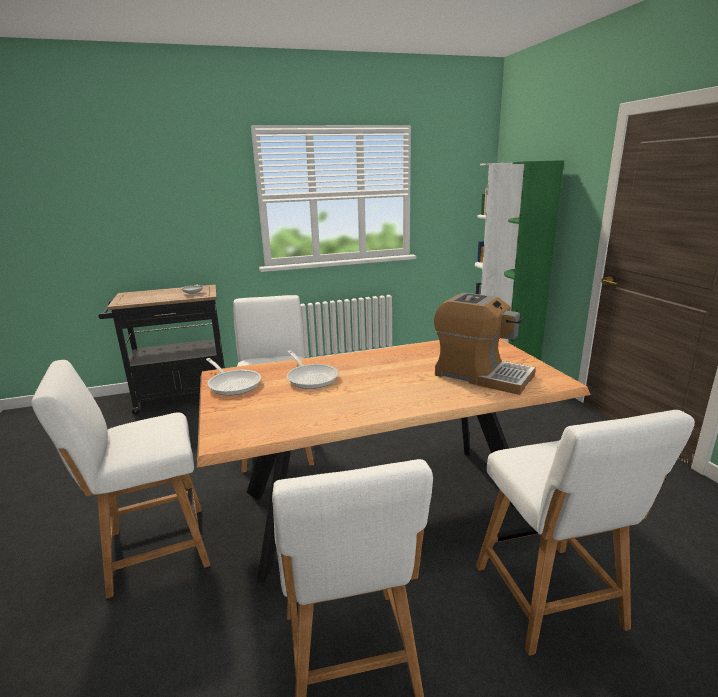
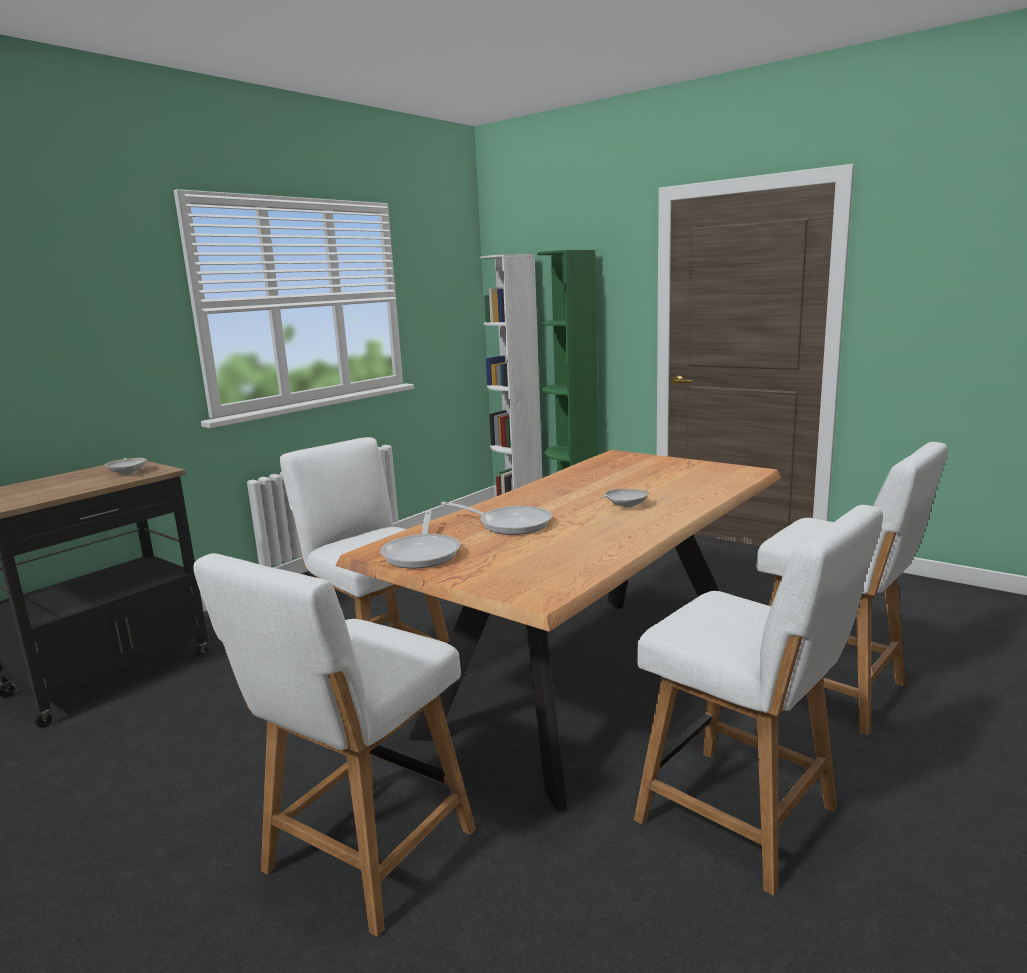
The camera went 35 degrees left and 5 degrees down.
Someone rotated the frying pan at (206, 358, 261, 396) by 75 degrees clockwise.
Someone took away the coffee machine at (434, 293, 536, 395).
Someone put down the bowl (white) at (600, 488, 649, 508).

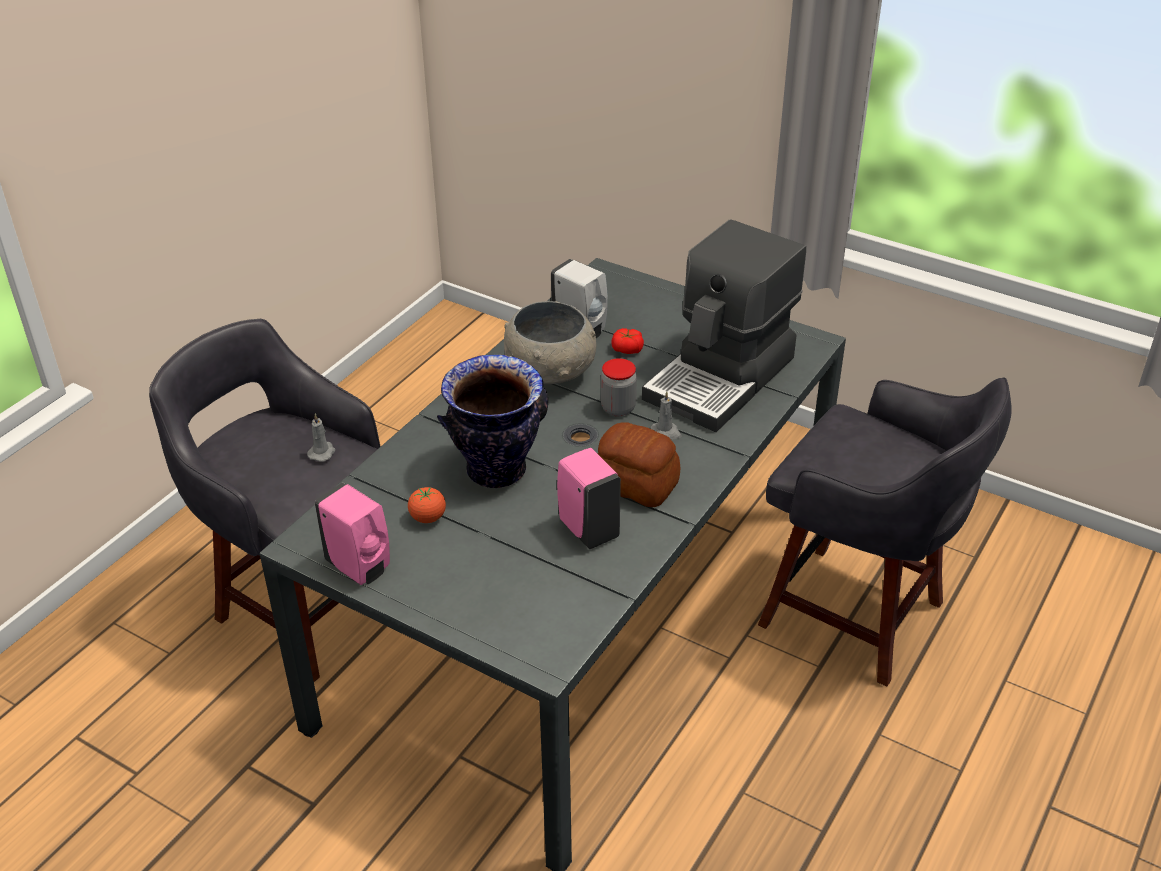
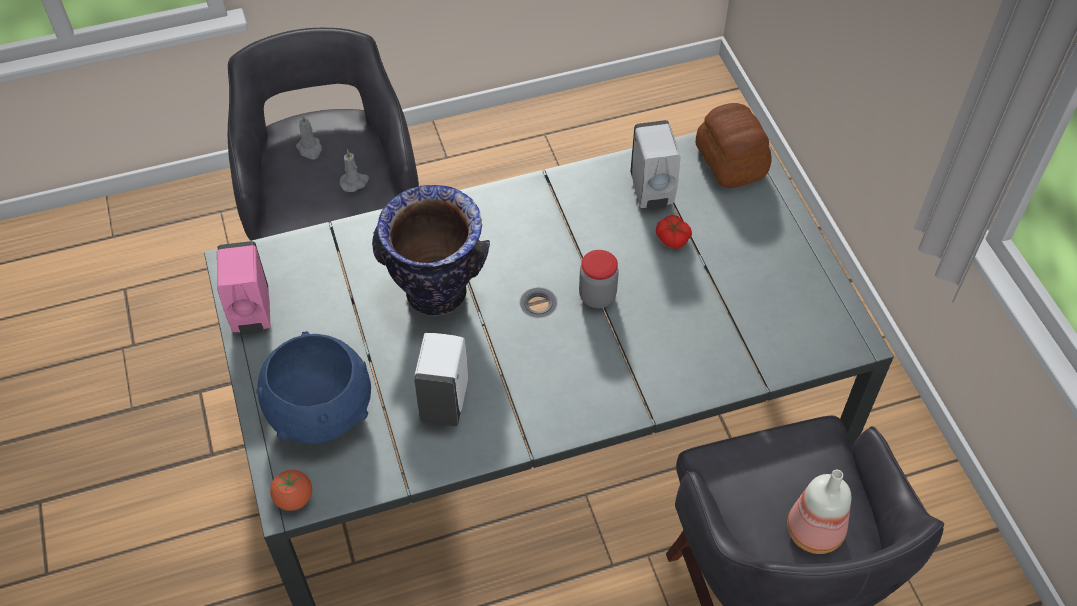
The camera went 40 degrees right and 15 degrees up.
Someone carried the tomato from (408, 487, 446, 523) to (270, 470, 312, 511).
Someone took away the bowl (grey) at (504, 301, 597, 384).
Someone repainted the soap dispenser (pink) at (557, 448, 621, 549), which became the soap dispenser (white) at (414, 333, 468, 426).
Someone carried the bread from (598, 422, 681, 507) to (695, 103, 772, 188).
Someone took away the coffee machine at (642, 219, 806, 432).
Someone carried the candle (grey) from (650, 391, 681, 440) to (296, 114, 322, 160).
Someone put down the bowl (blue) at (256, 331, 371, 444).
Someone put down the bottle at (787, 470, 851, 554).

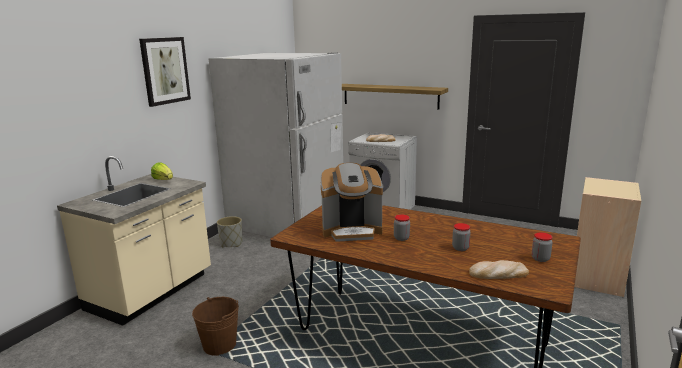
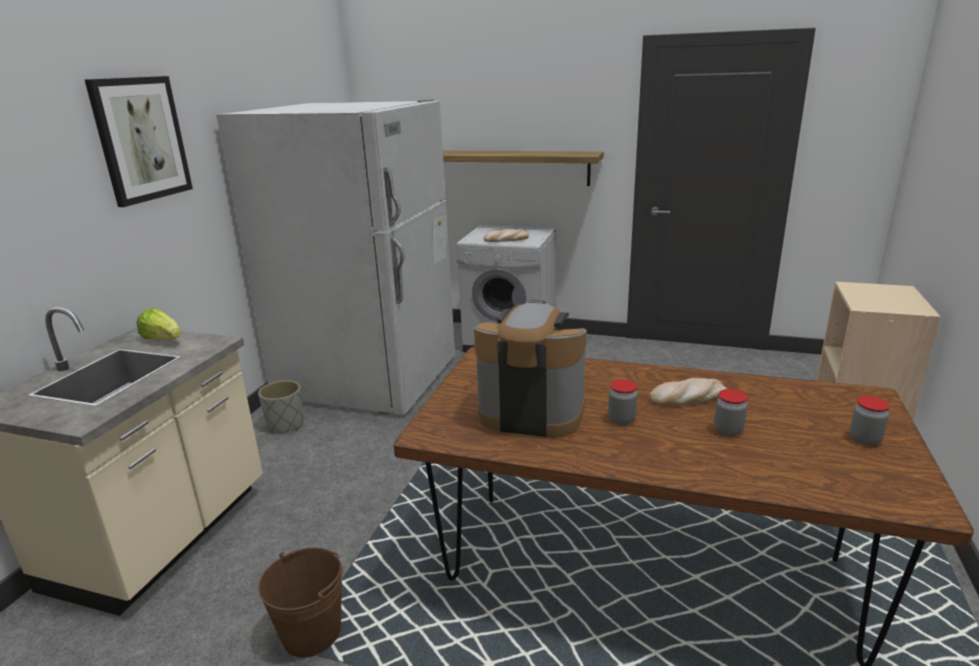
The camera went 10 degrees left and 5 degrees up.
Someone rotated the coffee machine at (321, 163, 383, 242) by 150 degrees counterclockwise.
Someone carried the bread from (469, 260, 529, 279) to (649, 378, 727, 406).

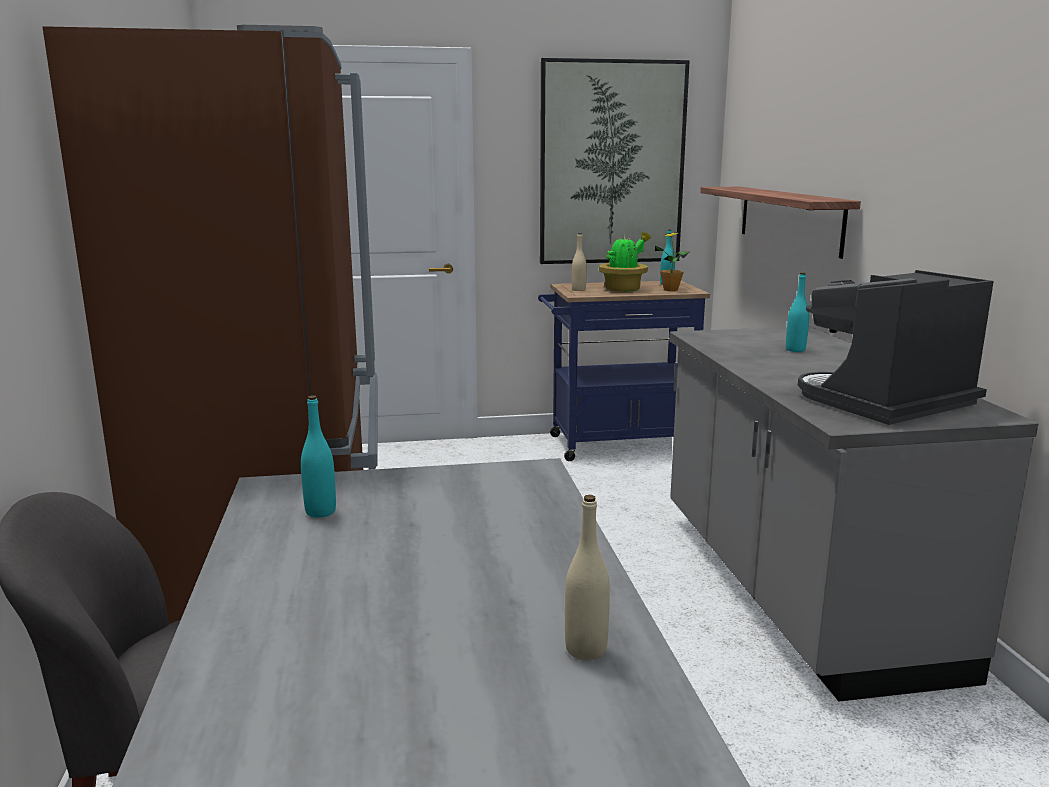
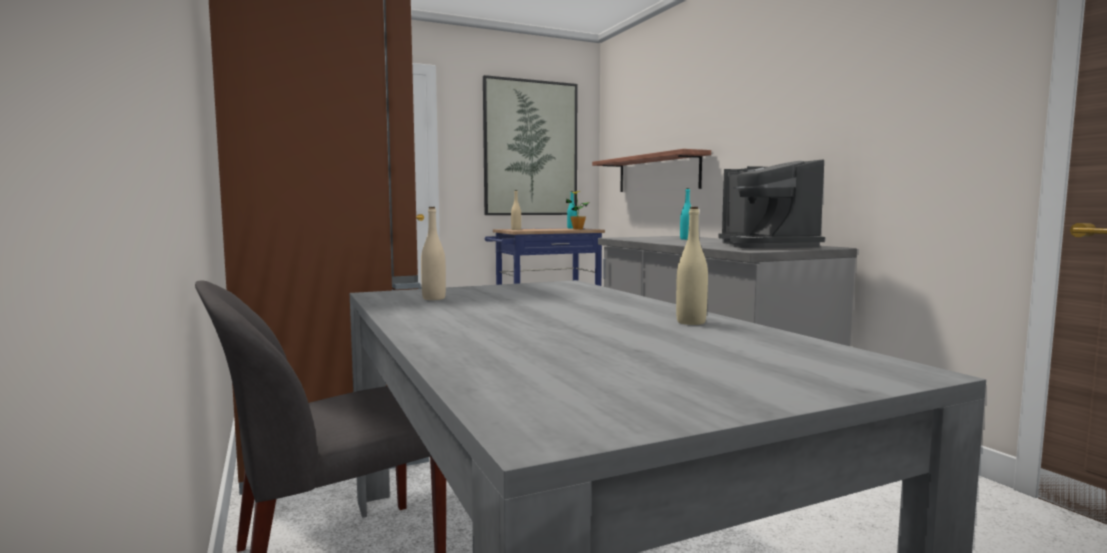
The camera went 15 degrees left and 10 degrees down.
Someone repainted the bottle (turquoise) at (301, 395, 336, 518), which became the bottle (beige) at (421, 207, 446, 300).
Someone took away the potted plant at (599, 232, 651, 292).
Someone rotated the coffee machine at (798, 270, 994, 425) by 60 degrees counterclockwise.

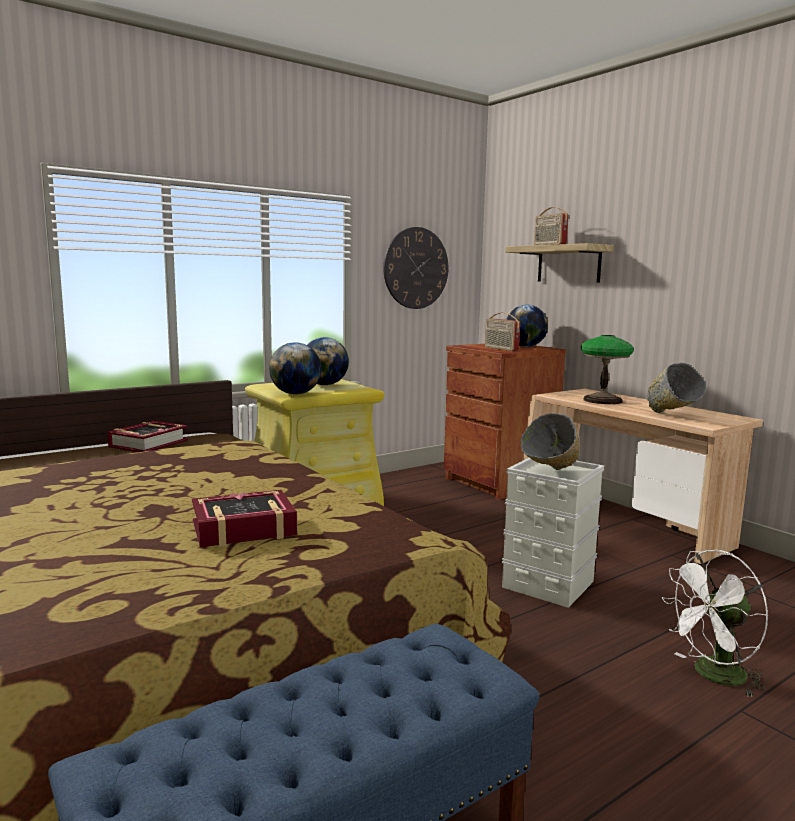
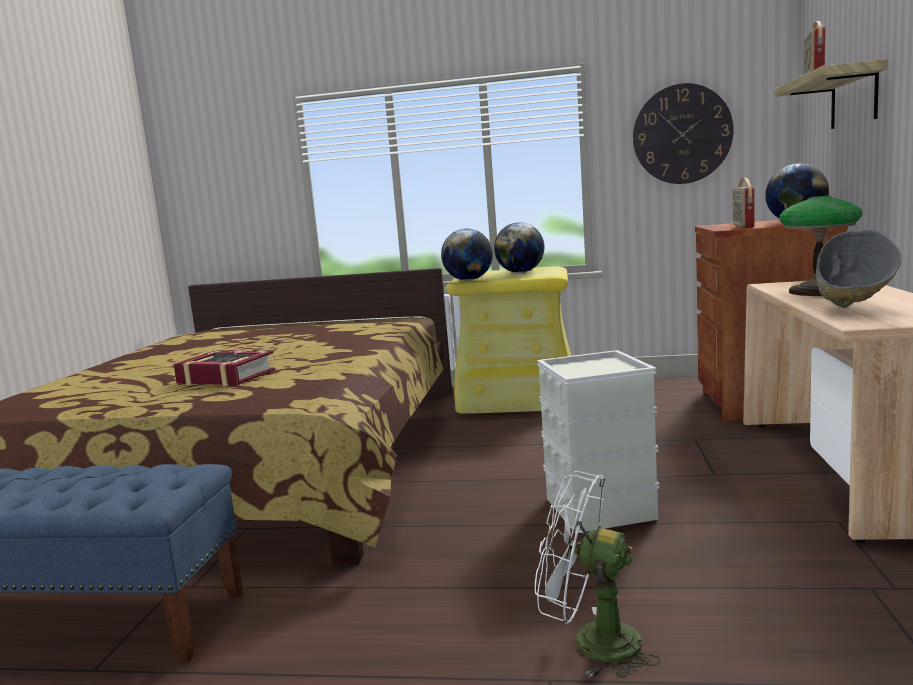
The camera went 45 degrees right and 0 degrees up.
Someone took away the book at (107, 421, 188, 452).
Someone took away the bowl (grey) at (521, 413, 580, 470).

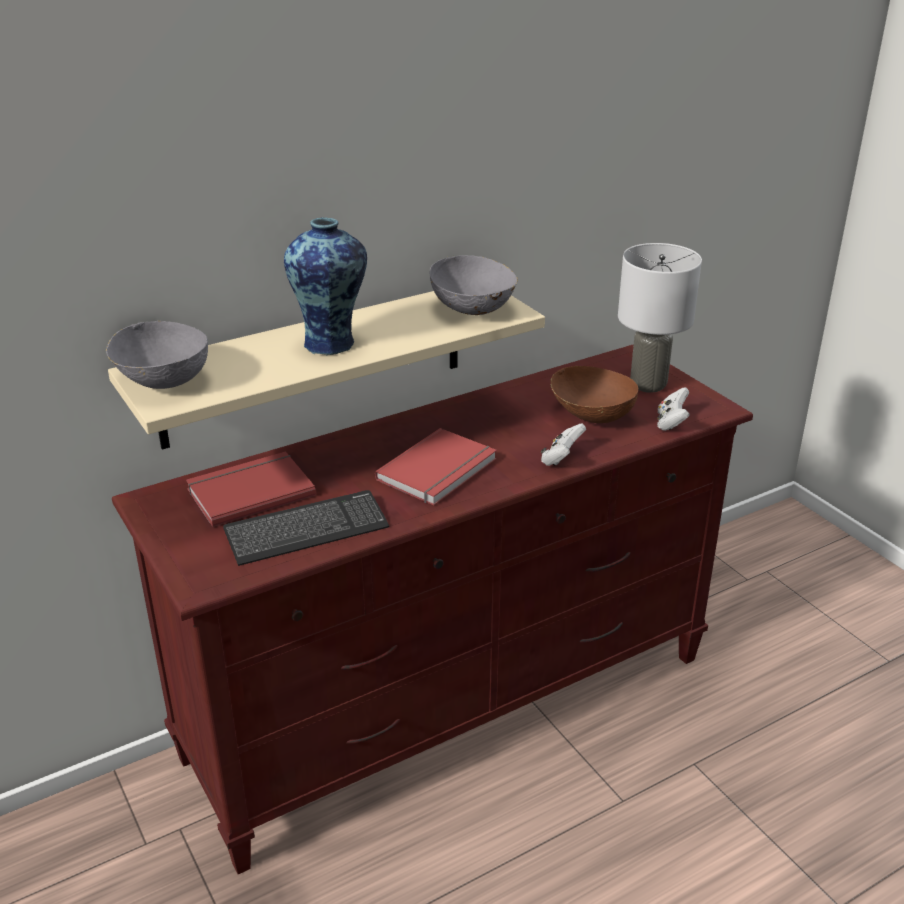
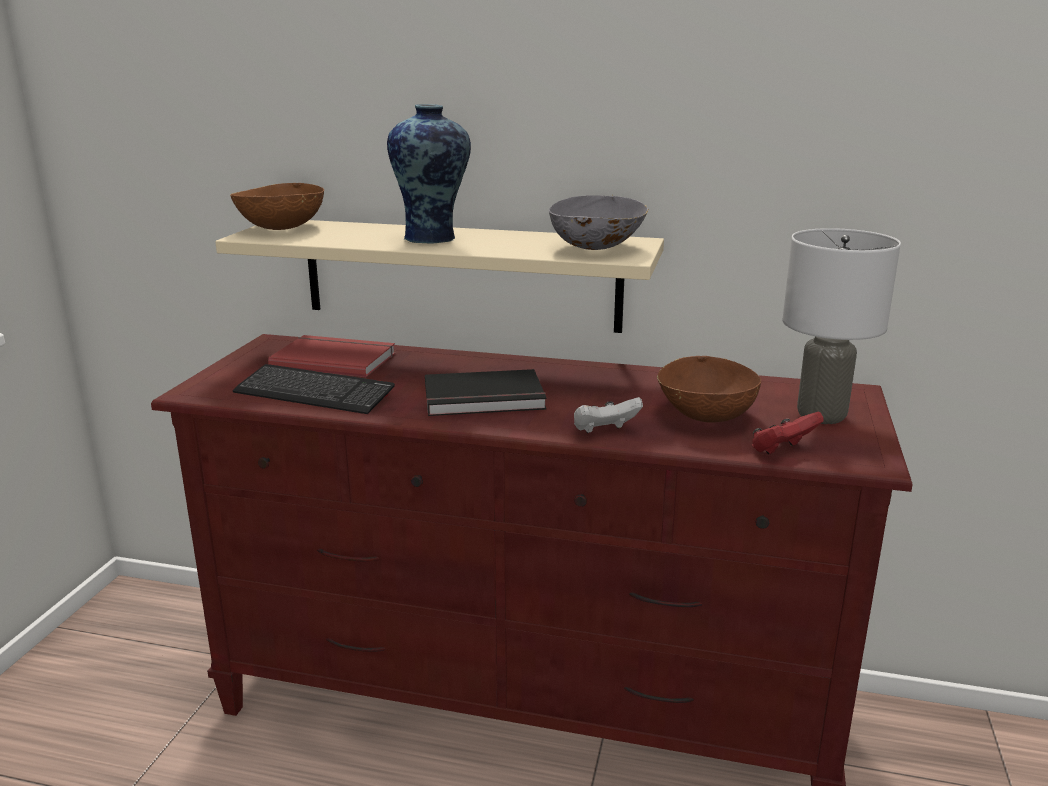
The camera went 45 degrees right and 10 degrees down.
Someone repainted the bowl (grey) at (106, 321, 208, 389), which became the bowl (brown) at (230, 183, 324, 230).
Someone repainted the book (red) at (375, 428, 497, 505), which became the book (black) at (425, 369, 547, 416).
Someone repainted the game controller (white) at (657, 387, 690, 431), which became the game controller (red) at (752, 412, 824, 454).

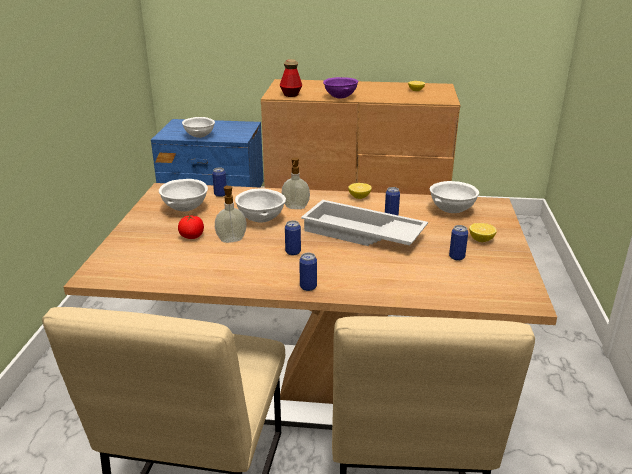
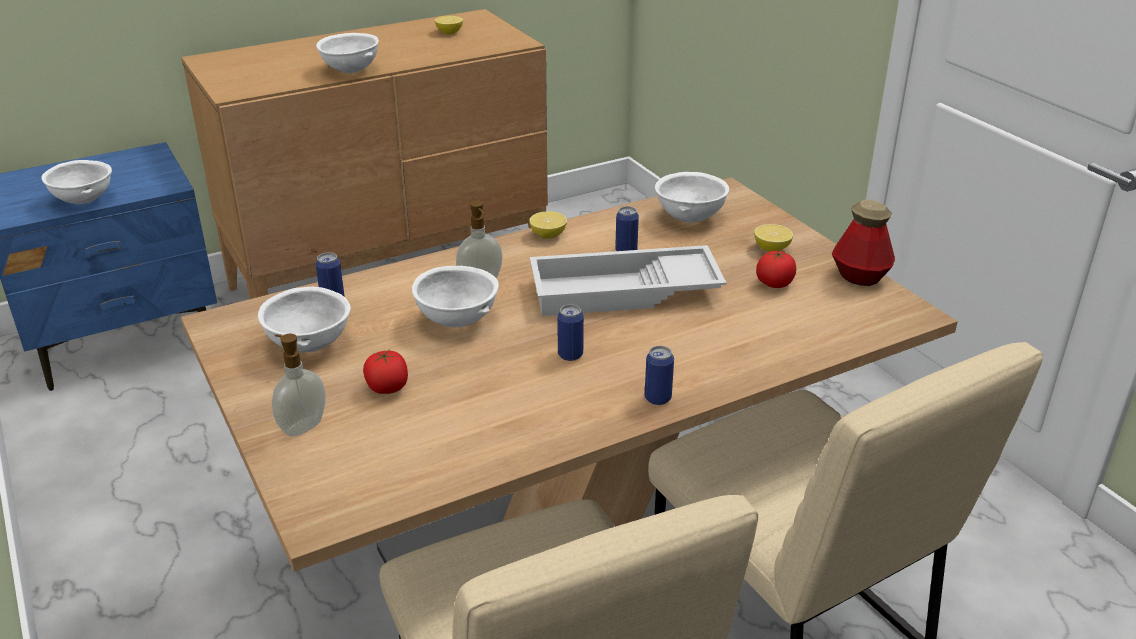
The camera went 35 degrees left and 5 degrees up.
Someone carried the soap dispenser from (215, 185, 247, 243) to (272, 334, 326, 437).
Someone carried the bottle from (280, 59, 302, 97) to (832, 200, 895, 286).
Someone repainted the bowl (purple) at (323, 77, 358, 99), which became the bowl (white) at (316, 33, 379, 73).
Someone swapped the can at (449, 225, 468, 260) for the tomato at (756, 250, 796, 288).

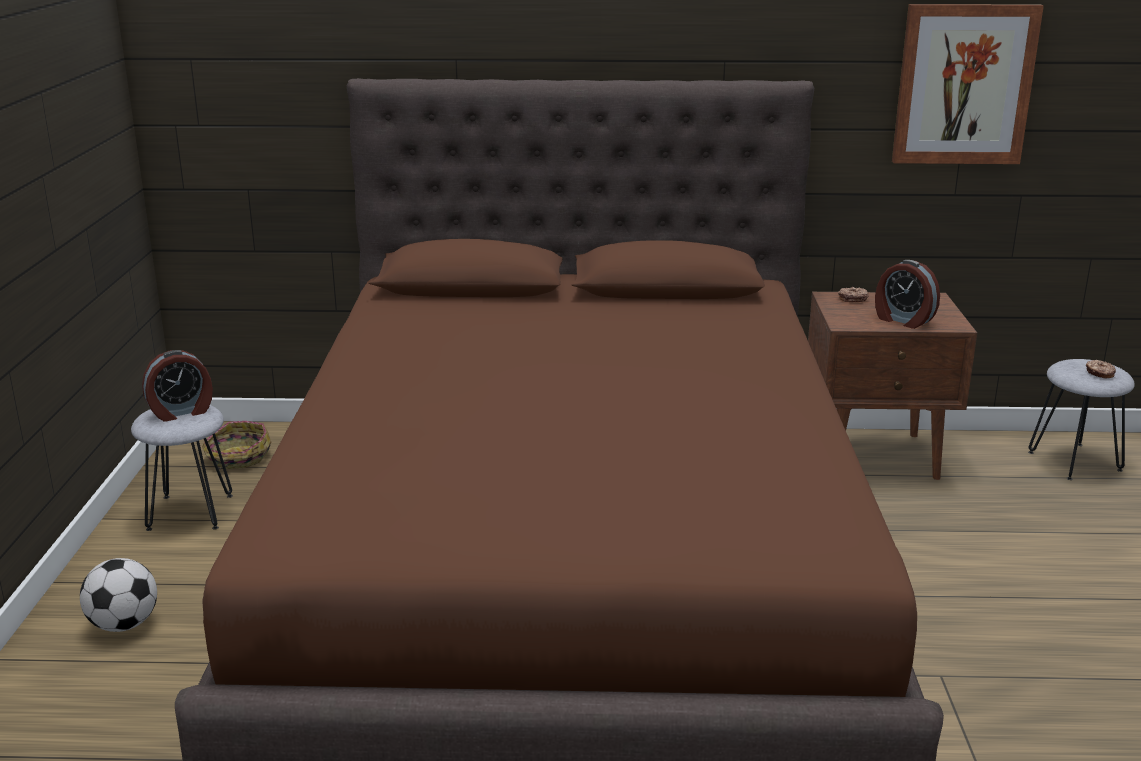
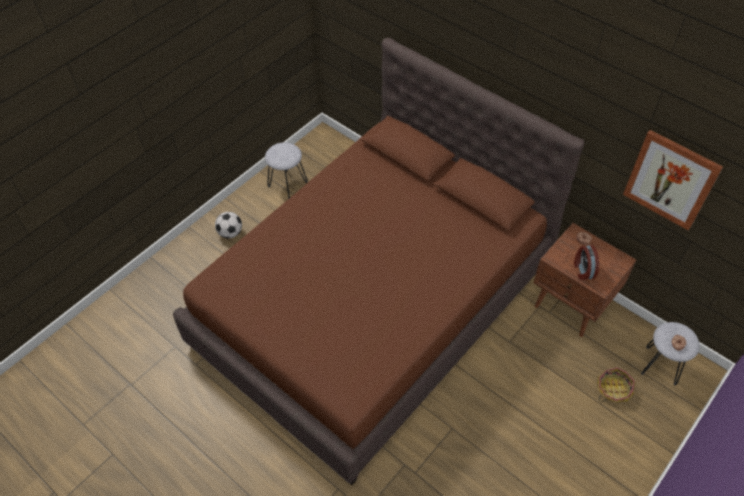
The camera went 40 degrees right and 30 degrees up.
Someone took away the alarm clock at (142, 350, 213, 422).
Someone carried the basket from (202, 421, 271, 469) to (597, 367, 635, 403).

